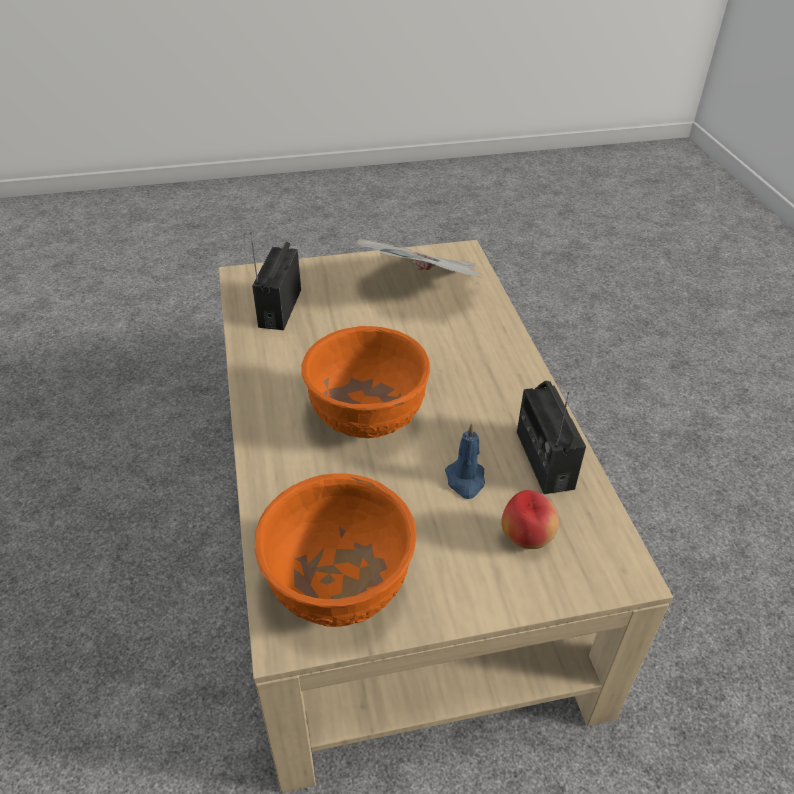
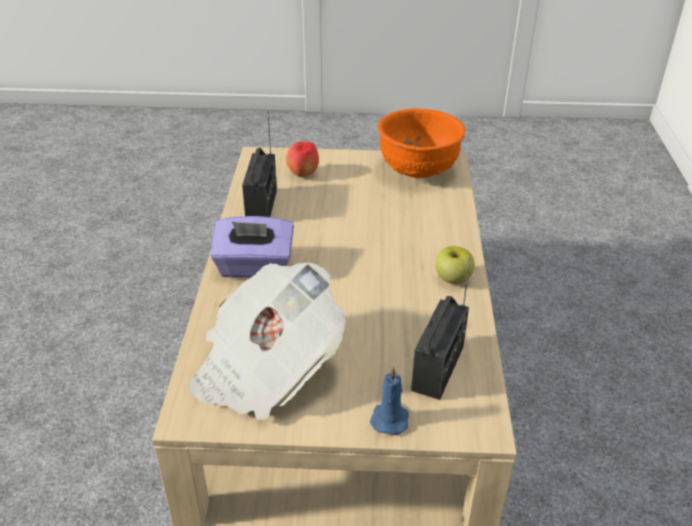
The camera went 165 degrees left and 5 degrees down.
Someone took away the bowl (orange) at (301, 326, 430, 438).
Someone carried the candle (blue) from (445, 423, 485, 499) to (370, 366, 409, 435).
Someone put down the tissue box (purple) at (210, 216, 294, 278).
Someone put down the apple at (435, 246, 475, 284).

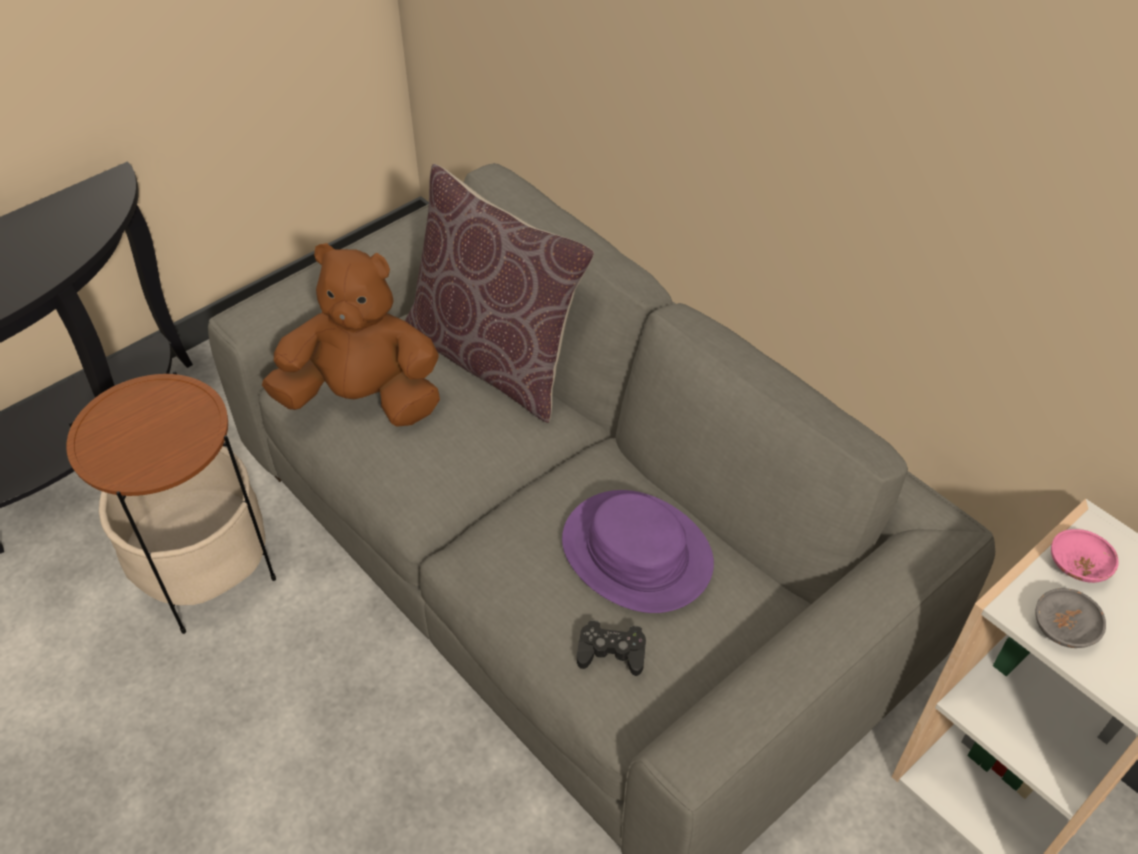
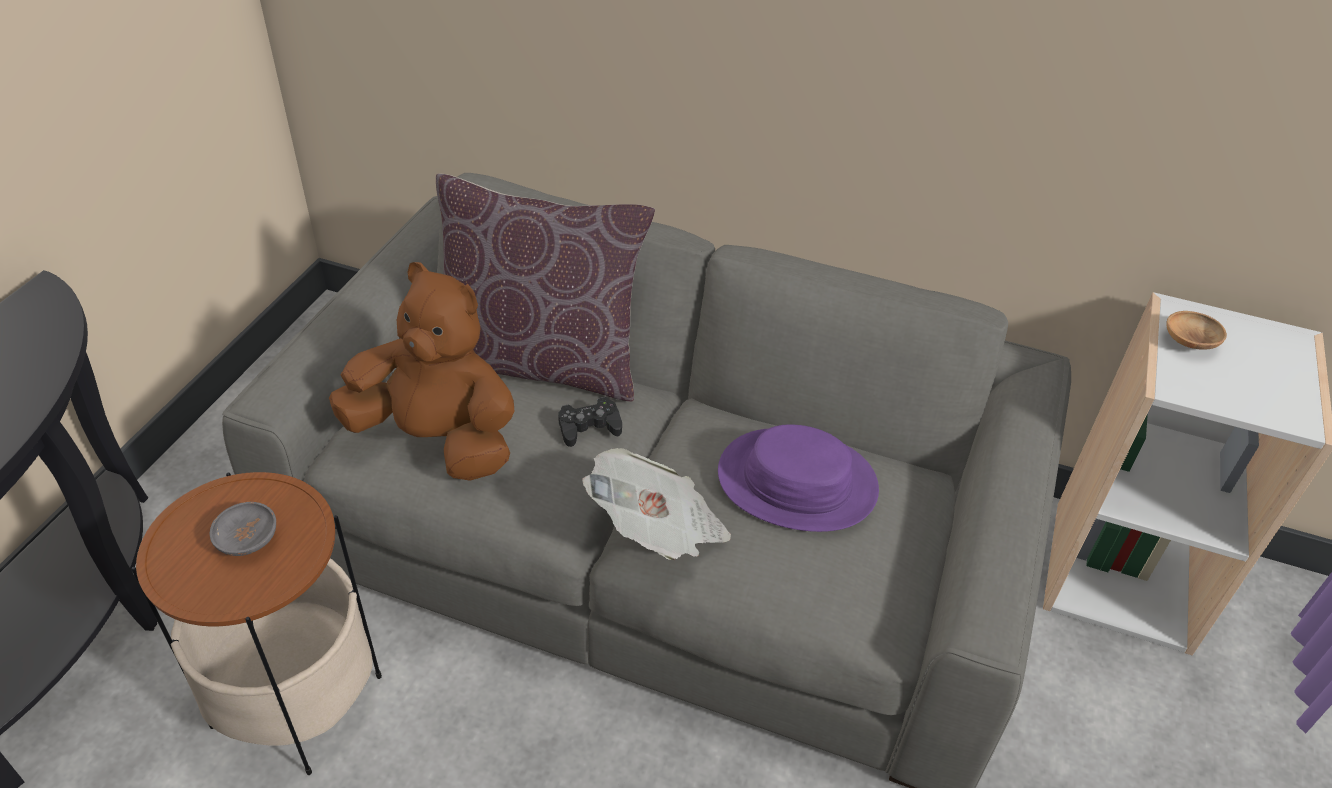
The camera went 30 degrees left and 5 degrees down.
Someone rotated the plush toy (brown) at (262, 243, 440, 427) by 45 degrees clockwise.
Someone carried the game controller (black) from (577, 620, 646, 676) to (558, 397, 622, 447).
Someone carried the bowl (grey) from (1035, 588, 1106, 648) to (210, 502, 276, 556).
Someone repainted the bowl (pink) at (1051, 529, 1119, 583), which became the bowl (brown) at (1166, 311, 1227, 350).
Someone put down the newspaper at (582, 448, 731, 560).

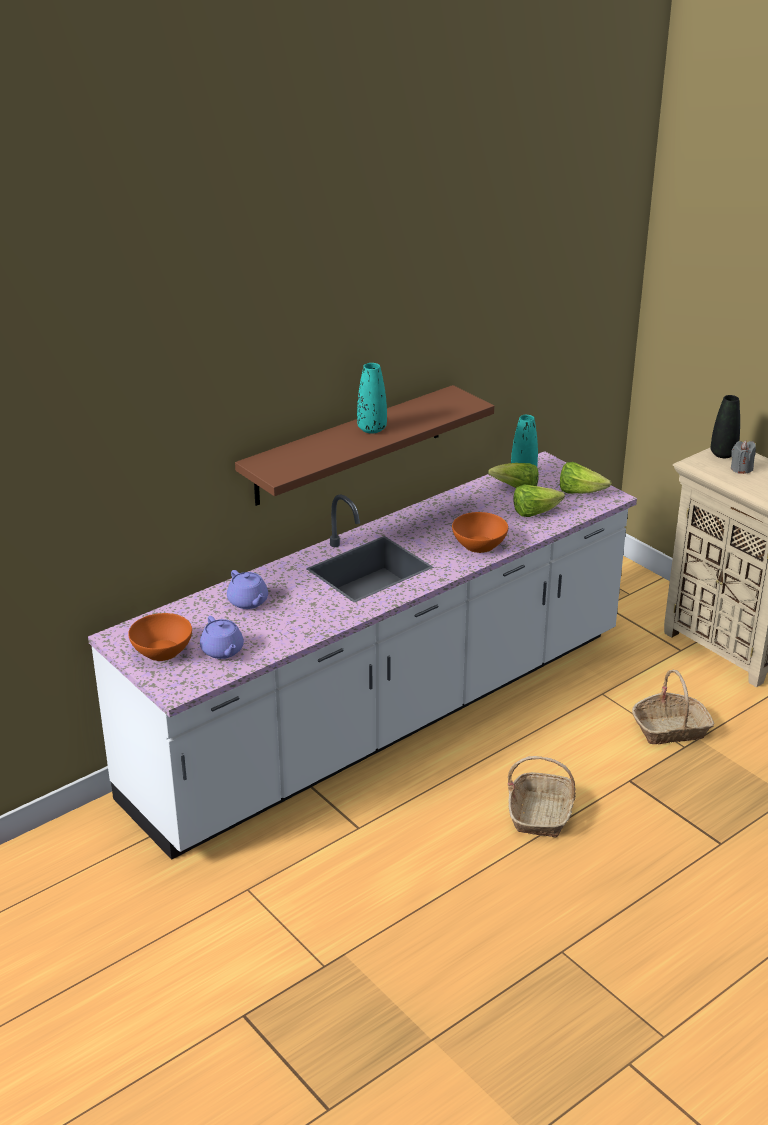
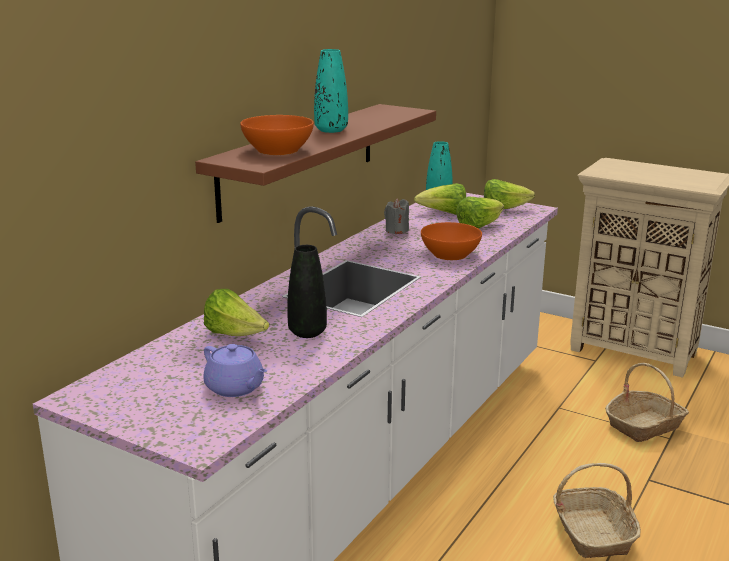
The camera went 20 degrees left and 10 degrees down.
Someone carried the bowl (orange) from (128, 613, 192, 661) to (240, 115, 314, 155).
Someone swapped the teapot (purple) at (227, 570, 268, 609) for the lettuce at (204, 289, 269, 336).
Someone carried the vase (black) from (711, 395, 740, 458) to (287, 245, 327, 338).
Someone carried the candle (grey) from (731, 440, 756, 474) to (384, 198, 409, 234).

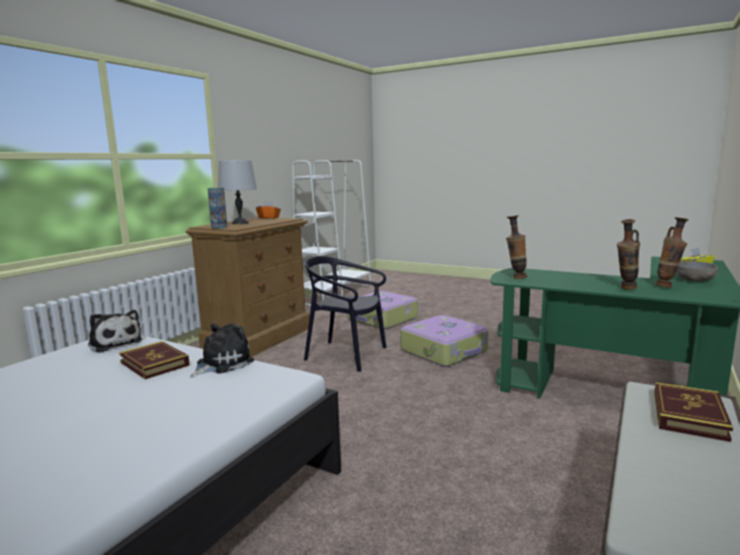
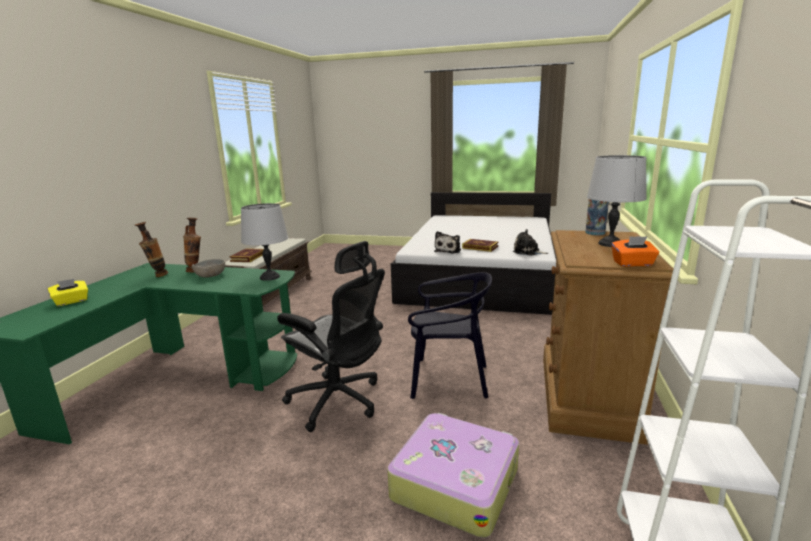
The camera went 165 degrees right and 5 degrees up.
Someone swapped the suitcase at (400, 315, 488, 367) for the office chair at (277, 241, 385, 432).
Someone swapped the vase at (506, 215, 527, 279) for the table lamp (grey) at (241, 203, 288, 281).
Someone carried the bowl (grey) from (676, 261, 718, 282) to (191, 259, 226, 277).

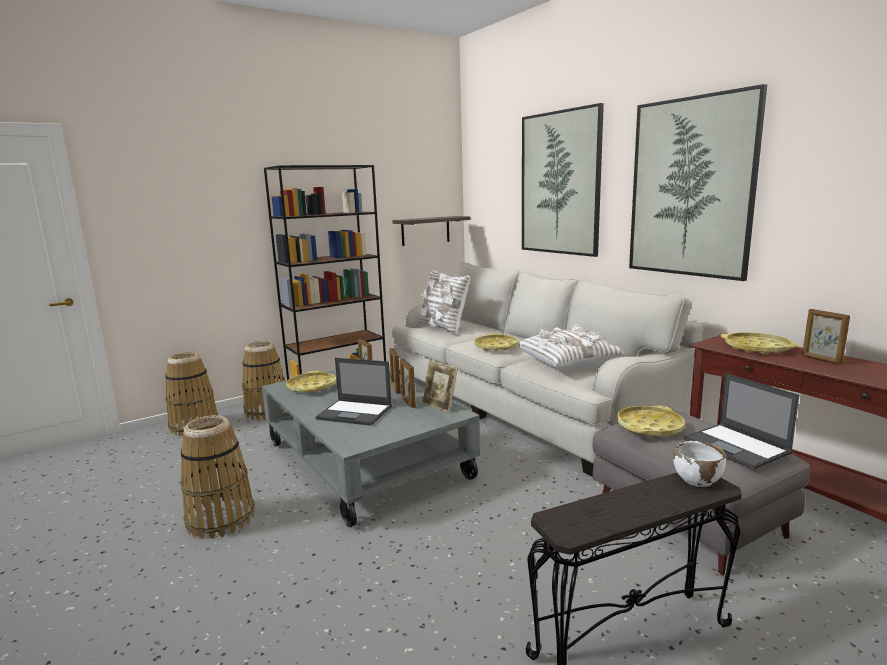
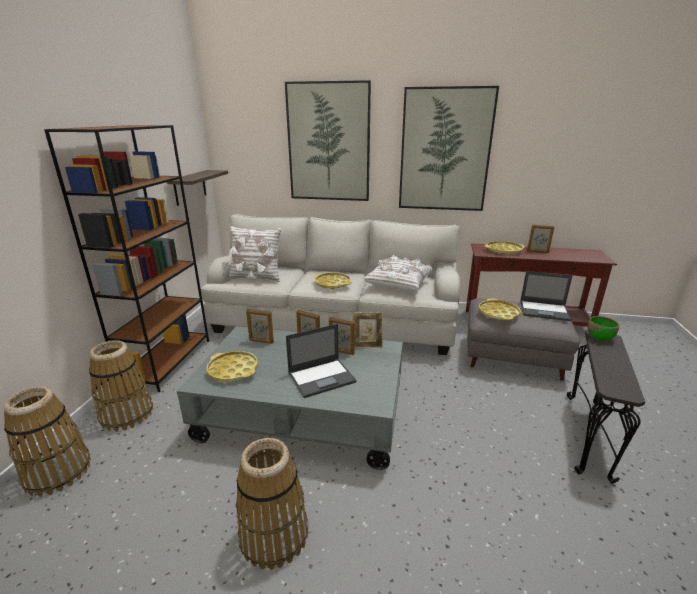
The camera went 45 degrees left and 10 degrees up.
Someone repainted the bowl (white) at (673, 441, 726, 487), which became the bowl (green) at (587, 316, 619, 341).

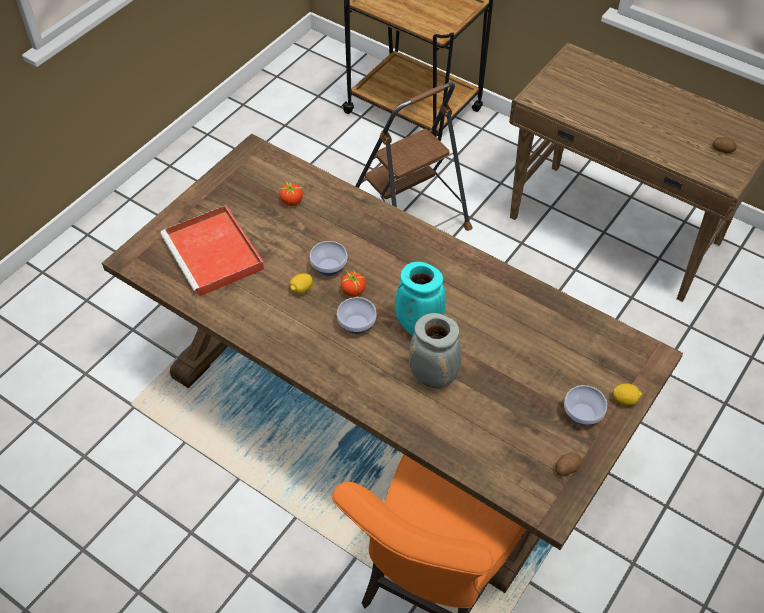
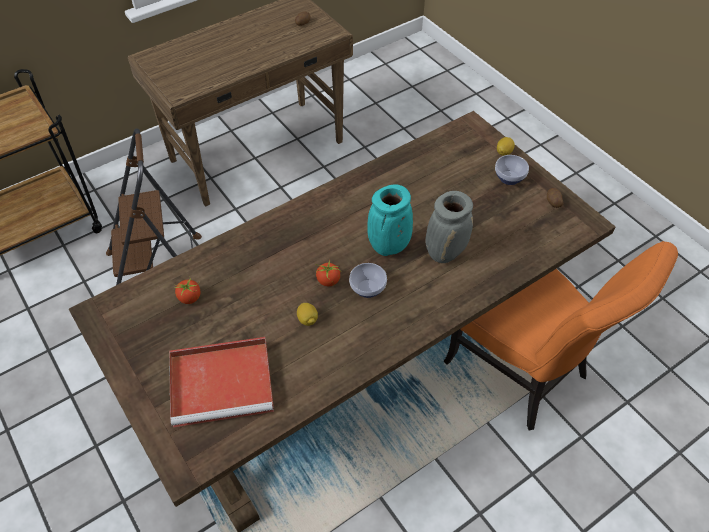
The camera went 70 degrees left and 0 degrees up.
Someone took away the bowl at (310, 241, 348, 276).

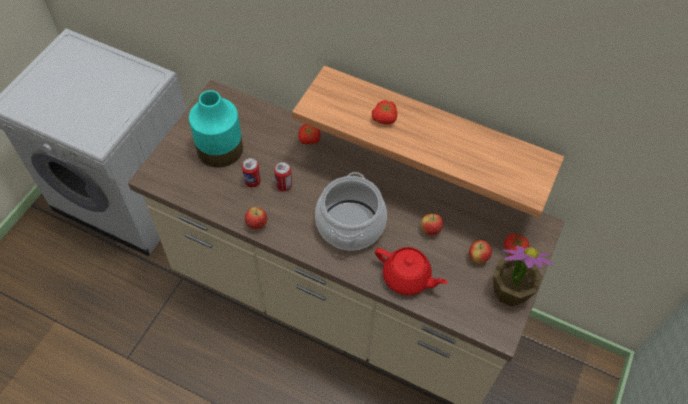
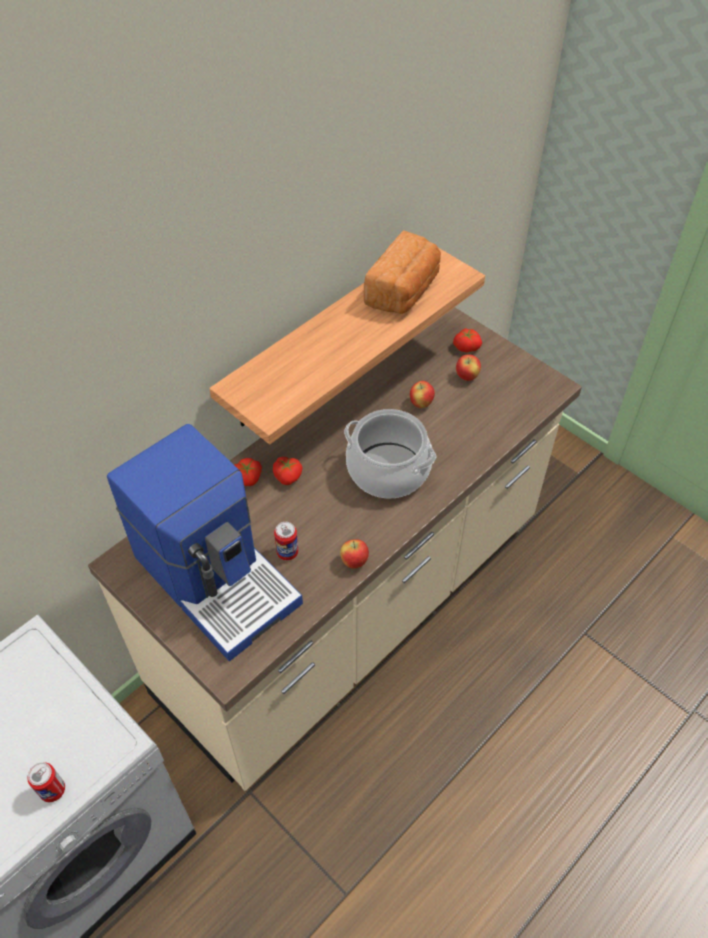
The camera went 70 degrees left and 5 degrees down.
Someone swapped the vase (turquoise) at (189, 90, 243, 168) for the coffee machine at (107, 424, 303, 661).
Someone carried the can from (274, 162, 292, 191) to (27, 762, 65, 802).
Someone carried the tomato from (372, 100, 397, 124) to (273, 457, 302, 485).
Someone took away the teapot (red) at (375, 247, 448, 295).
Someone took away the potted plant at (493, 246, 554, 307).
Someone put down the bread at (364, 230, 441, 314).

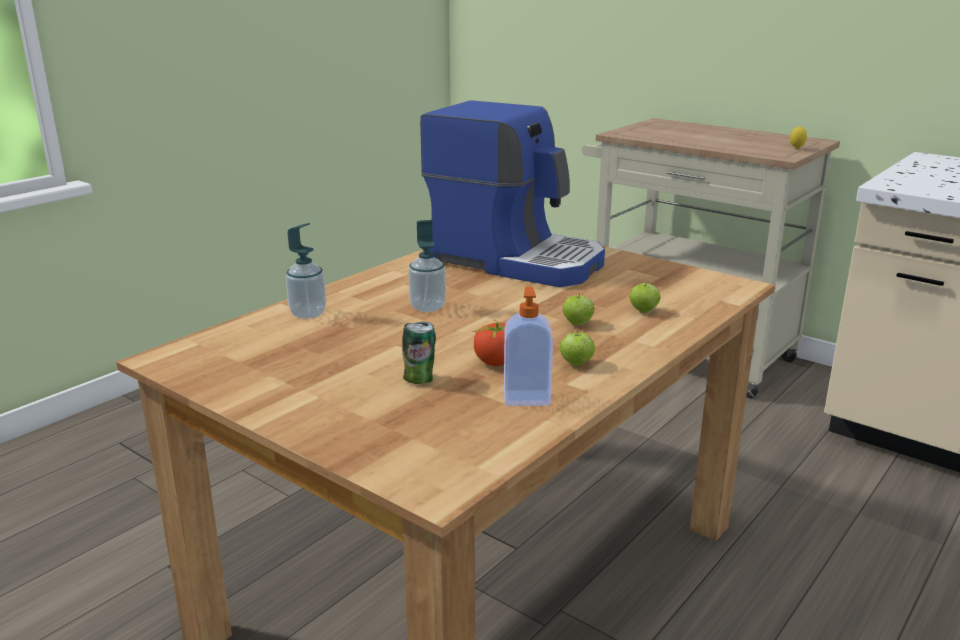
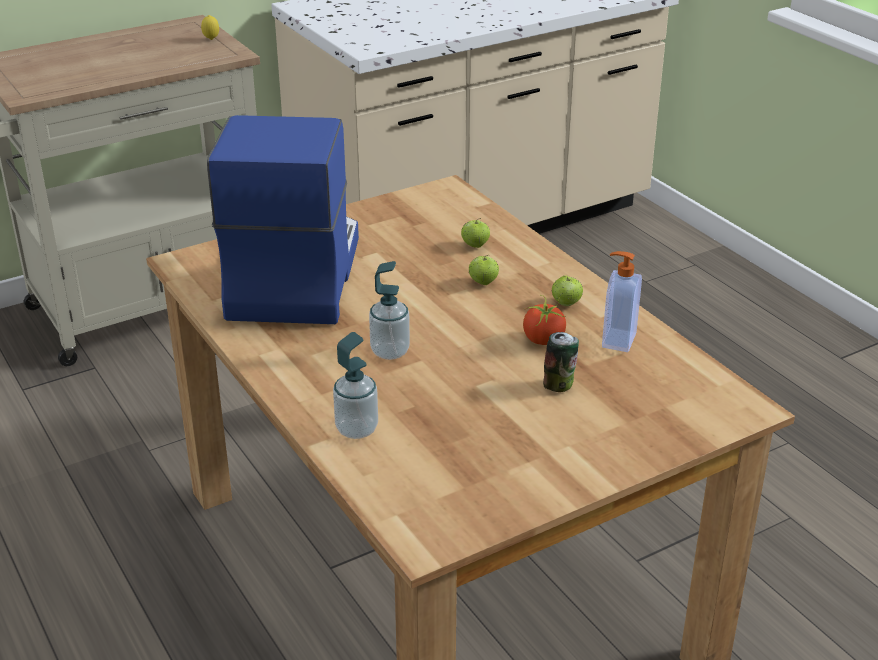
The camera went 70 degrees left and 10 degrees up.
Someone rotated the coffee machine at (420, 100, 605, 287) by 45 degrees counterclockwise.

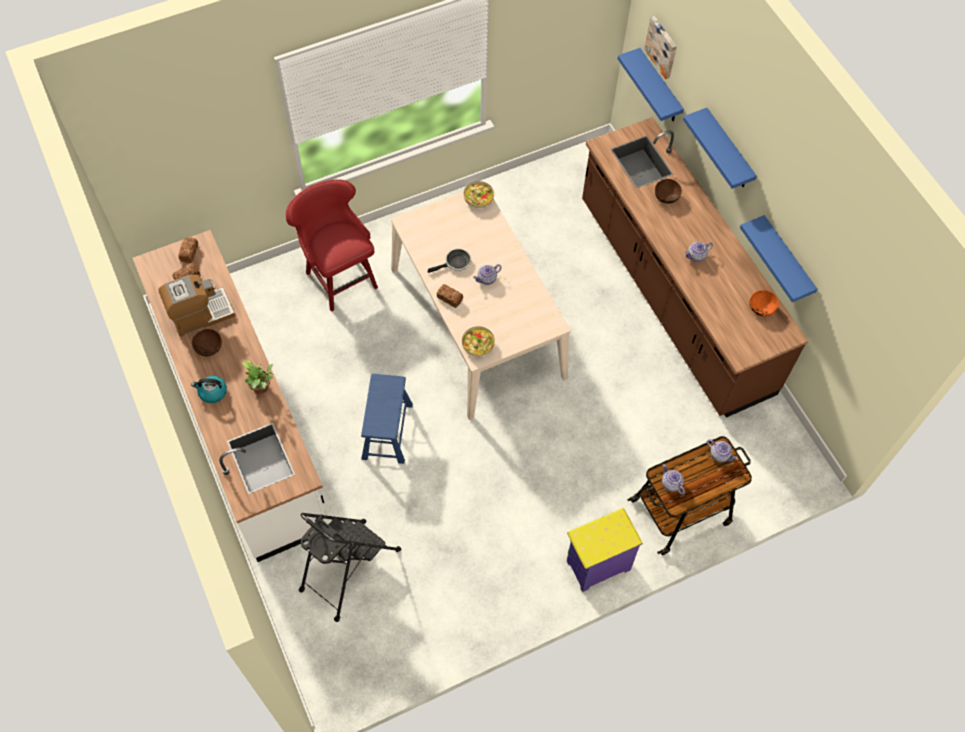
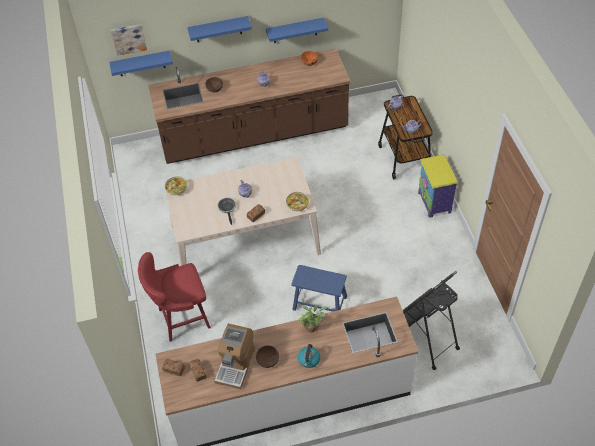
The camera went 75 degrees left and 10 degrees down.
Someone rotated the coffee machine at (158, 275, 235, 337) by 150 degrees counterclockwise.

